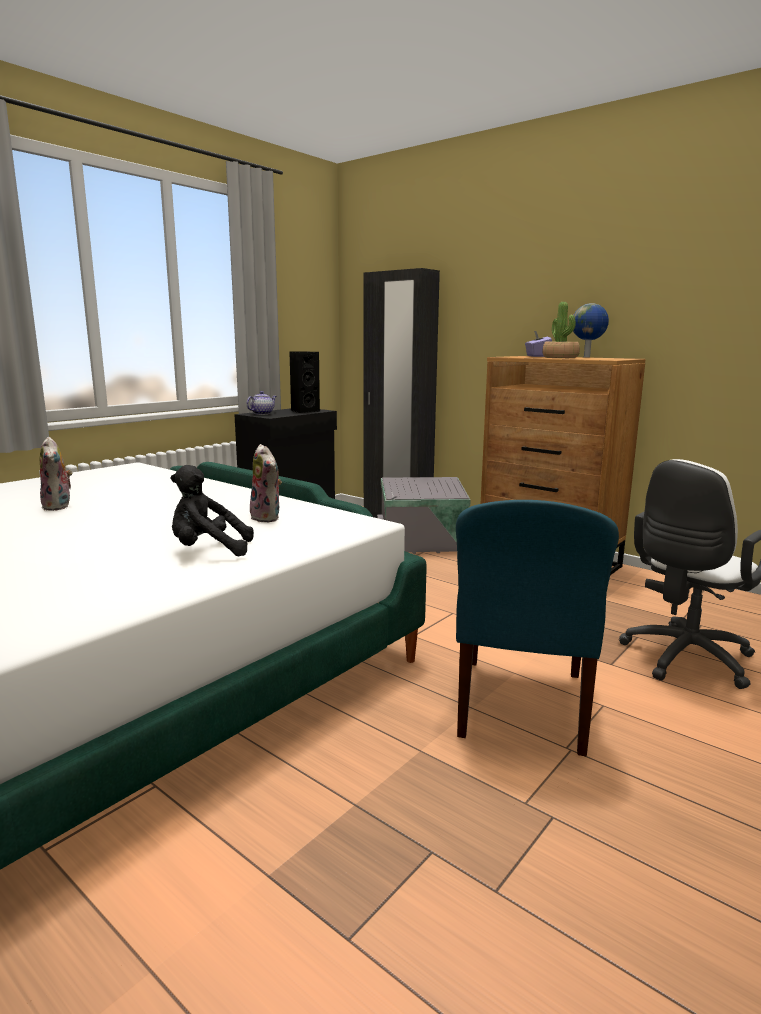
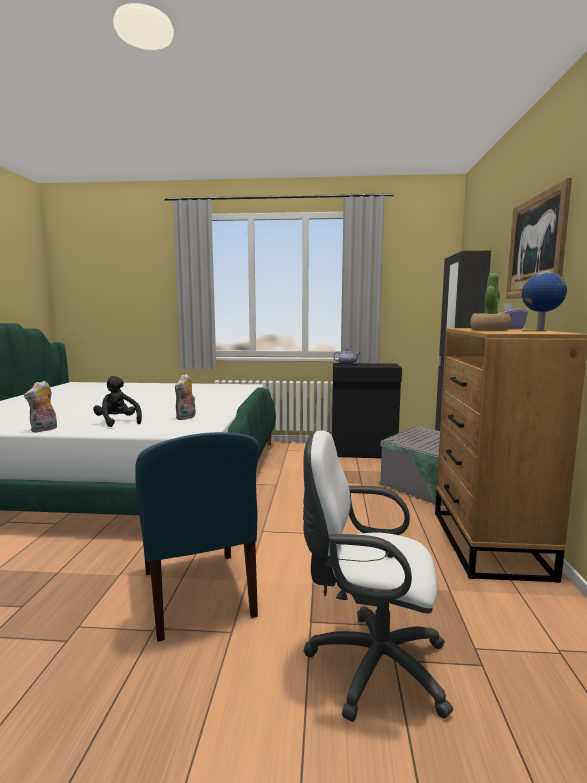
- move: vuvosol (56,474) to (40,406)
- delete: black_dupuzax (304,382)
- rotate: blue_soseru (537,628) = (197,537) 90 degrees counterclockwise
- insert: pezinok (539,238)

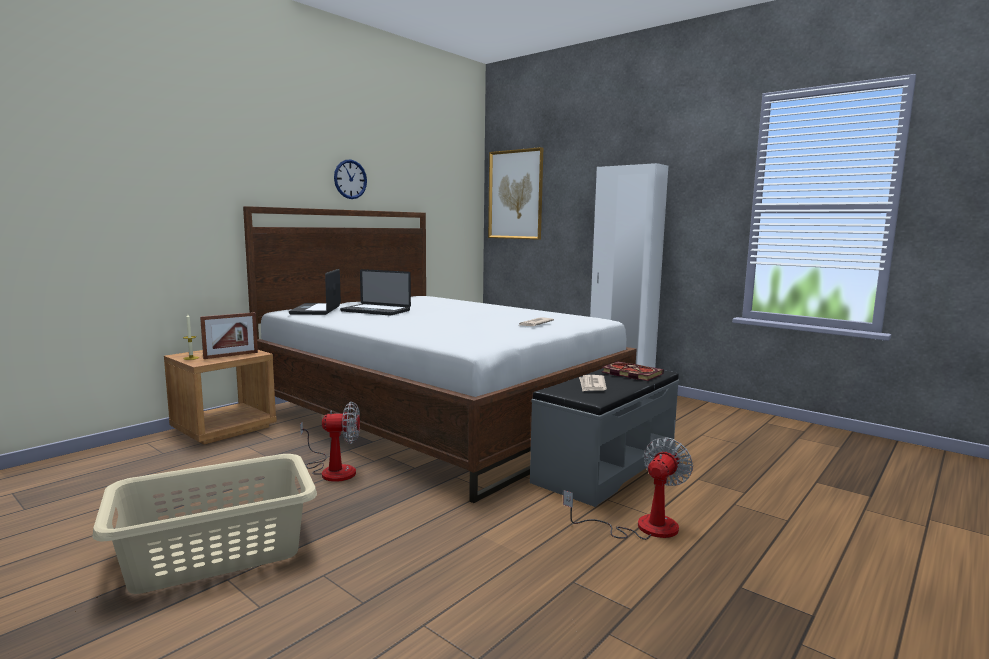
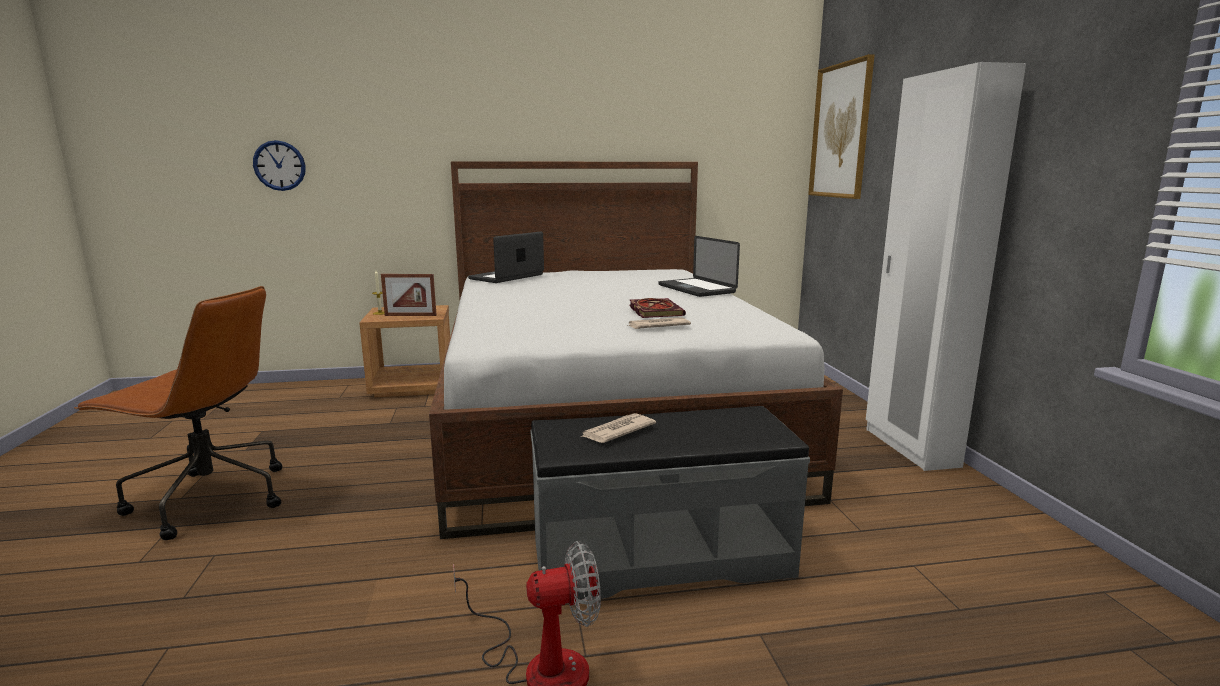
- replace: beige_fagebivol (204,524) to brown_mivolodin (178,413)
- delete: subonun (330,442)
- move: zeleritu (350,179) to (279,165)
- move: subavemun (375,292) to (699,266)
- move: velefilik (633,371) to (657,308)

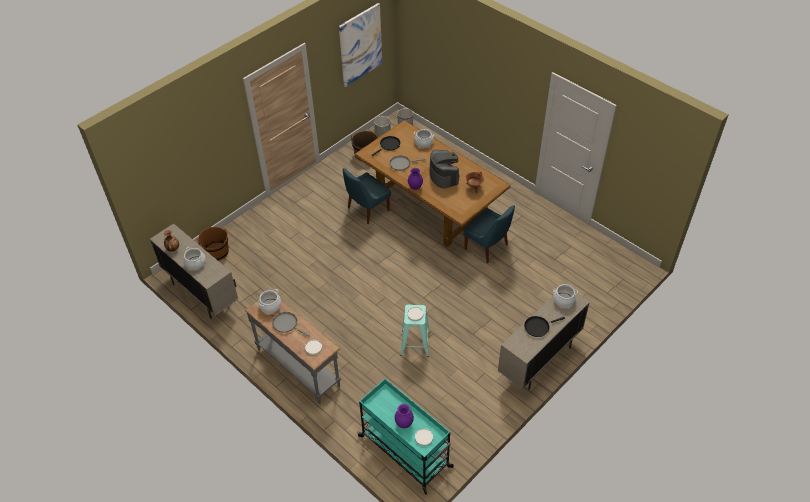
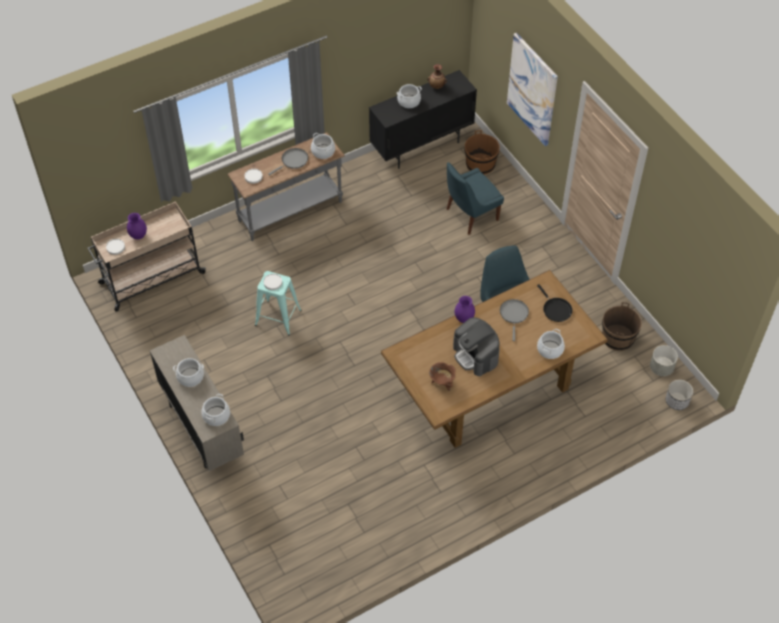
- recolor: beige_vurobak (194,271) to black_vurobak (423,119)
- move: pezinok (360,45) to (532,89)
- recolor: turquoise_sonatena (405,436) to beige_sonatena (147,256)
- rotate: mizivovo (445,168) = (476,346) 60 degrees clockwise
- move: blue_soseru (489,234) to (475,198)
- replace: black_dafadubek (544,326) to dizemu (188,372)

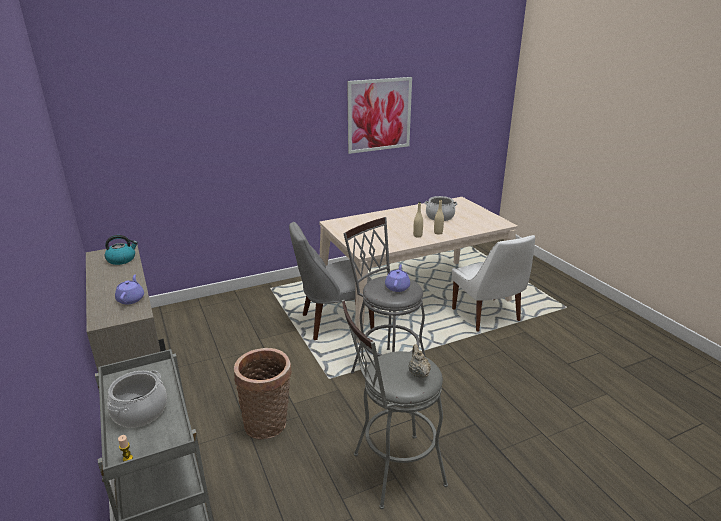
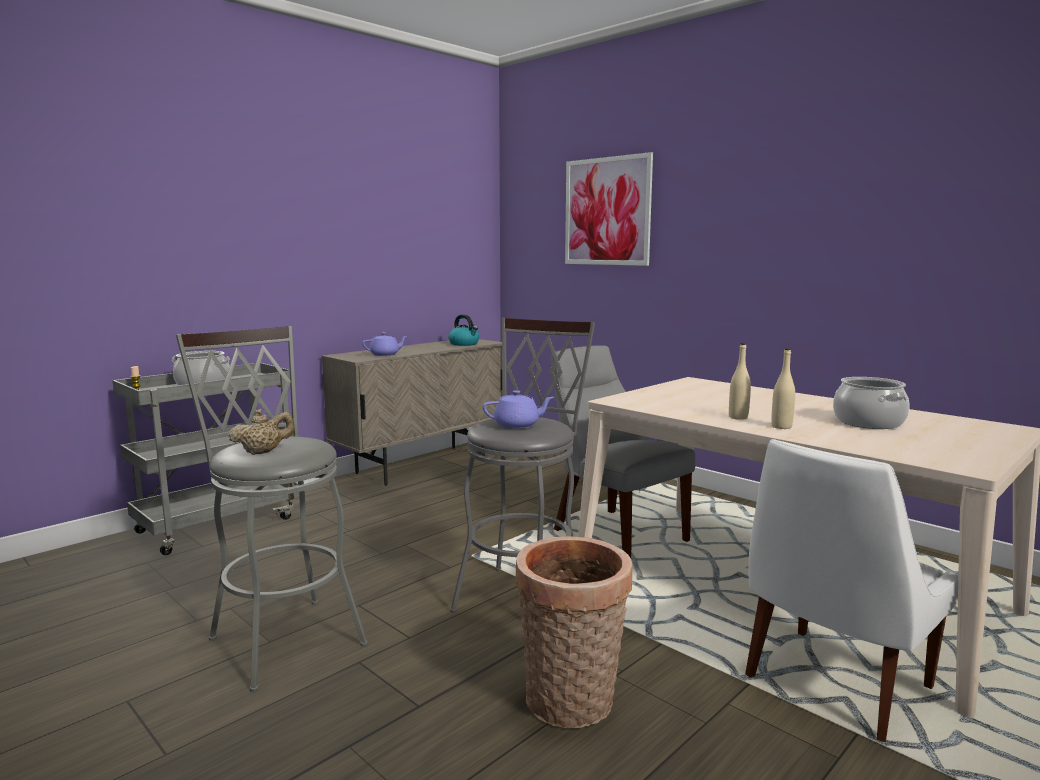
- move: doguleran (263,394) to (574,632)
- move: pezinok (379,115) to (609,209)

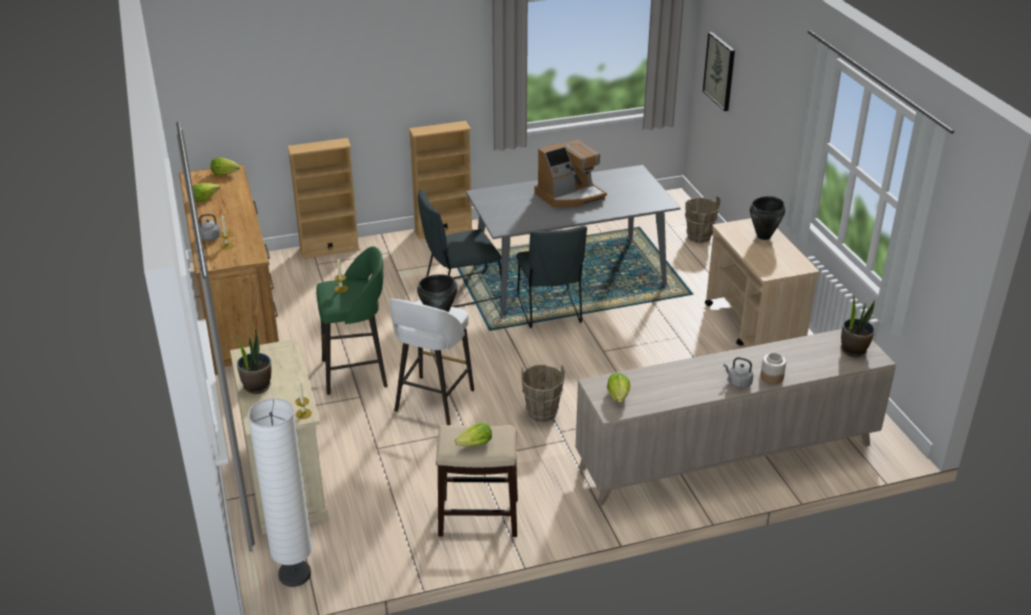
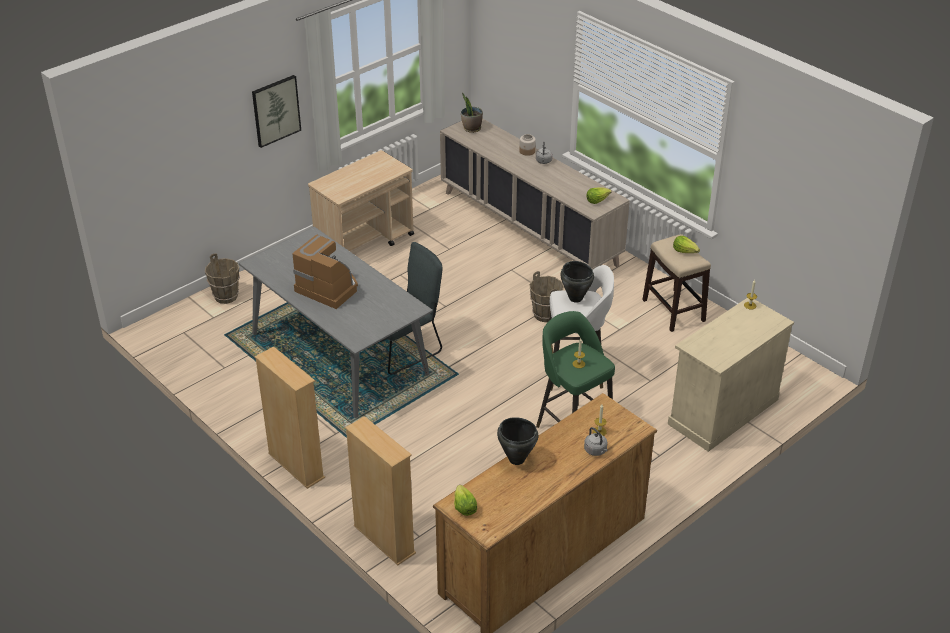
- delete: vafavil (206,192)
- delete: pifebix (252,361)
- delete: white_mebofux (280,492)
- delete: grey_soseru (459,248)
- move: pezinok (719,71) to (276,111)
- move: black_dizemu (767,218) to (517,441)

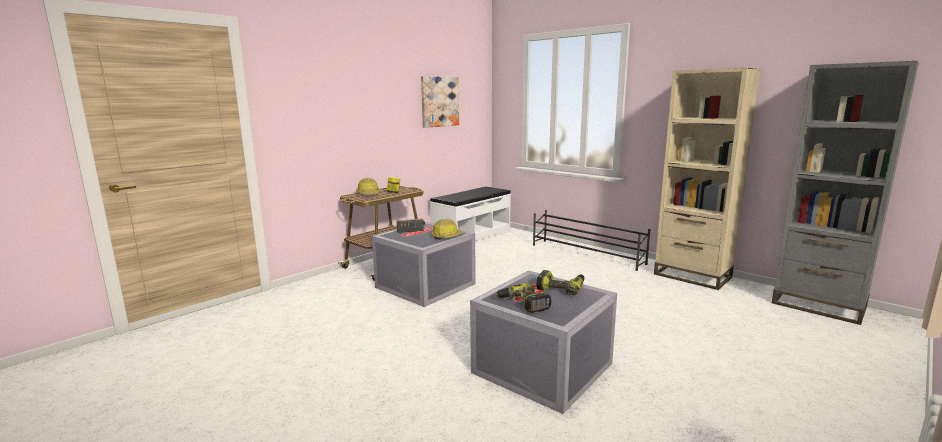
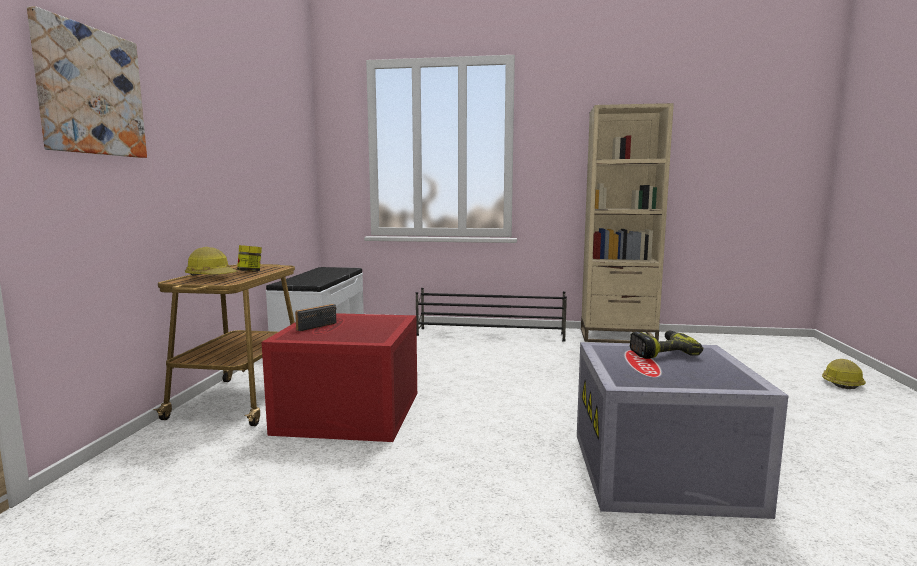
- recolor: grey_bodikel (424,264) to red_bodikel (339,377)
- move: pezinok (440,102) to (87,82)
- move: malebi (448,229) to (844,374)
- delete: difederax (523,298)
- delete: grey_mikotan (845,193)

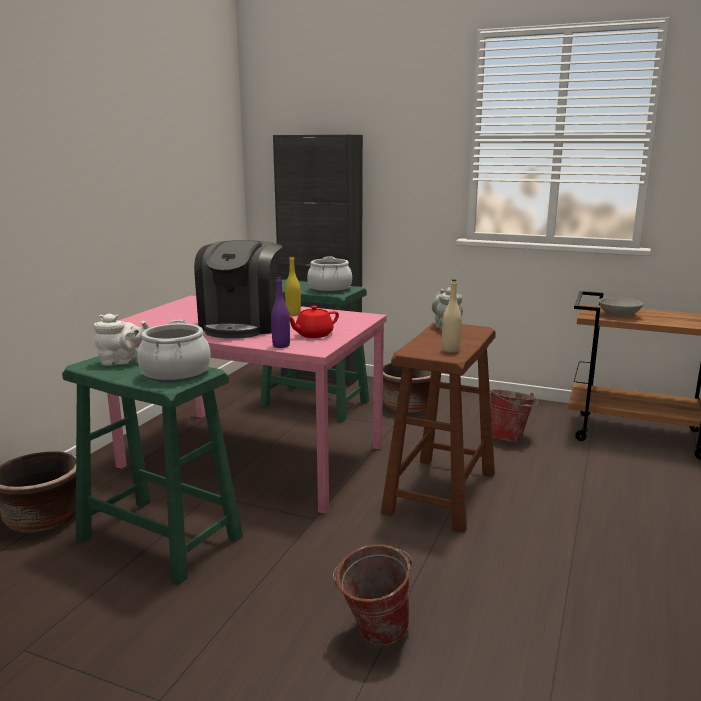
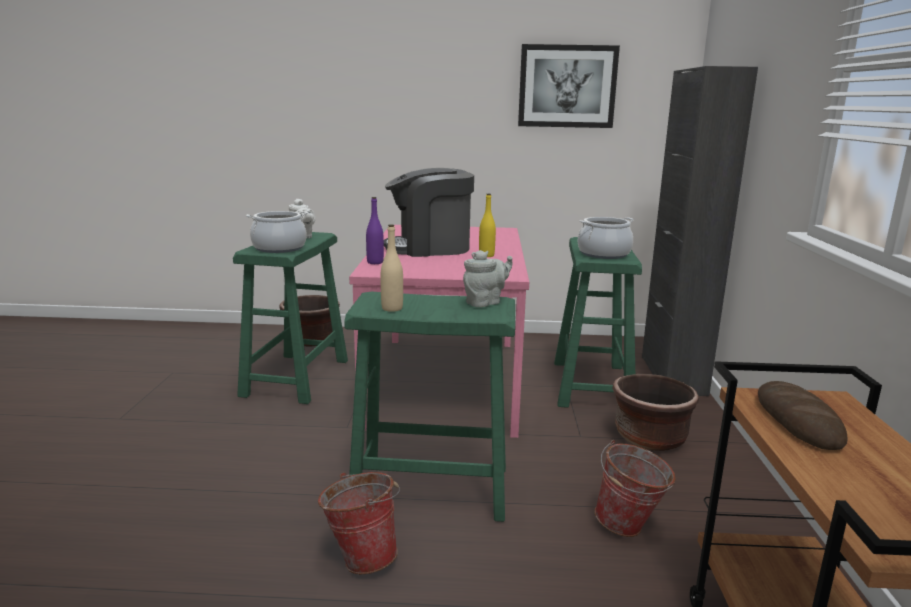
- delete: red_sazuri (314,322)
- move: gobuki (372,595) to (359,523)
- recolor: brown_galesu (438,427) to green_galesu (429,406)
- replace: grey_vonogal (621,307) to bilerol (802,415)
- insert: pezinok (569,86)

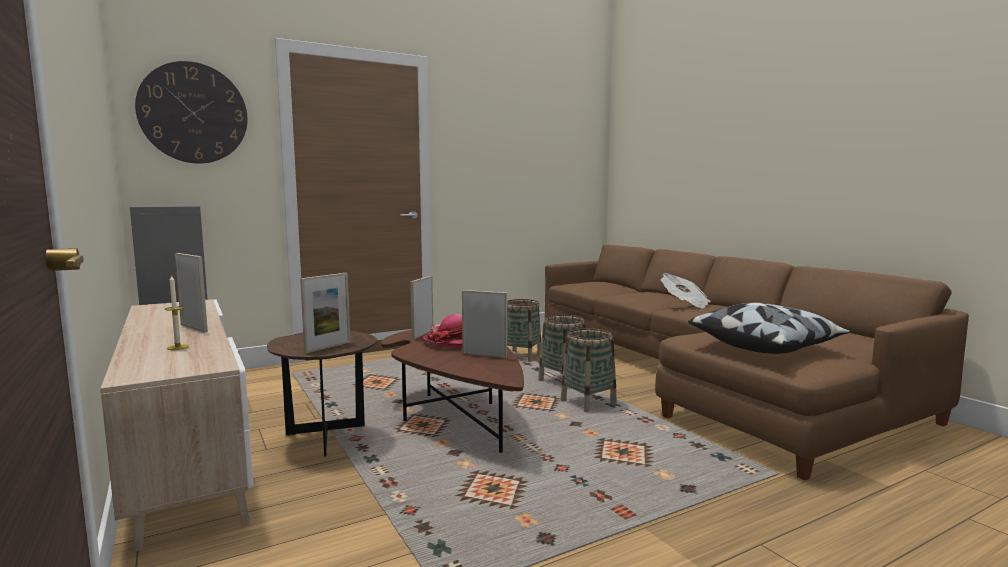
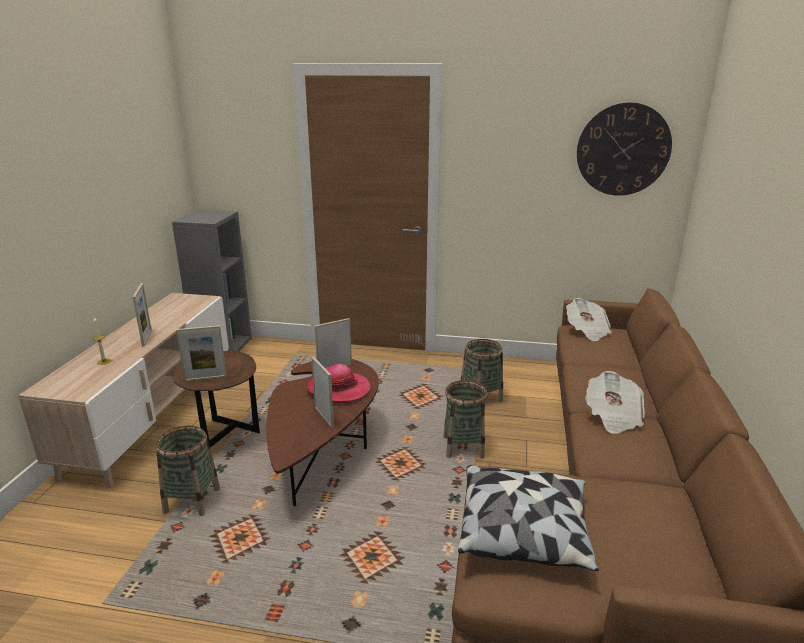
- move: zeleritu (191,112) to (624,149)
- move: doguleran (589,370) to (188,470)
- insert: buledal (589,319)

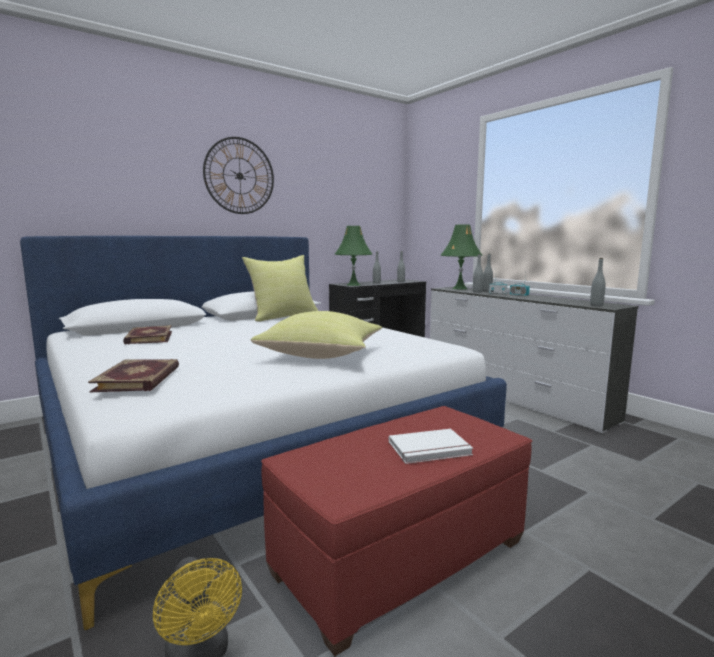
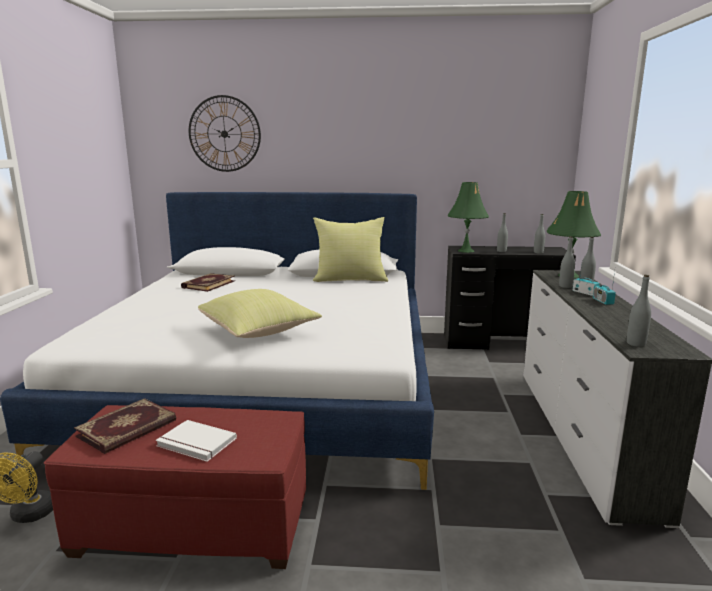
- move: velefilik (133,376) to (125,426)
- move: zeleritu (238,175) to (225,133)

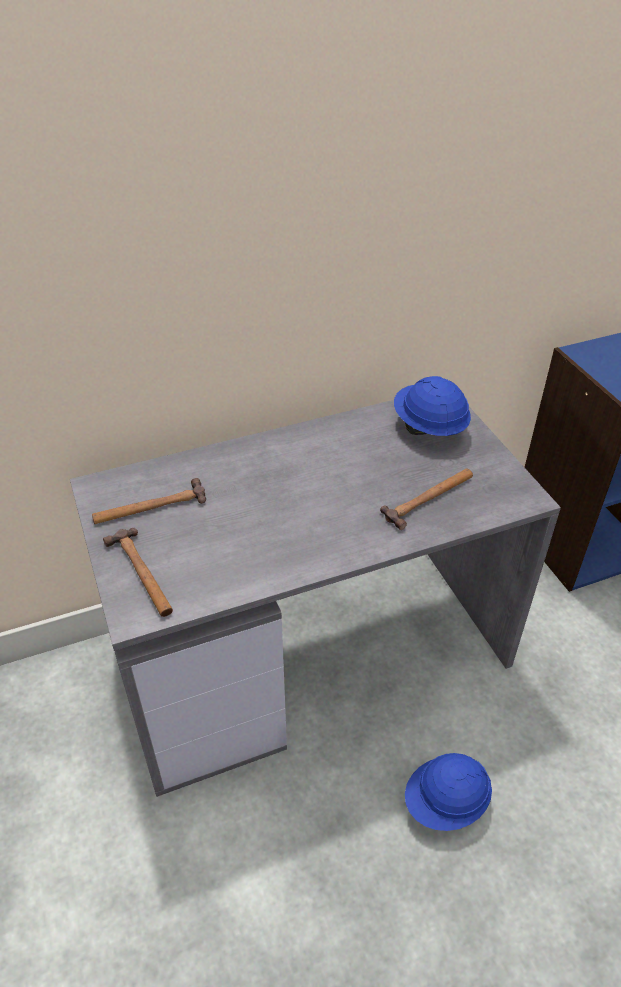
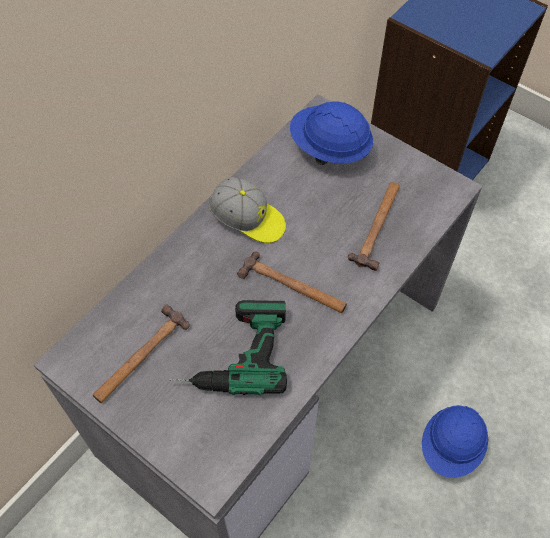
- move: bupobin (138,572) to (292,282)
- insert: difederax (228,348)
- insert: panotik (247,210)

